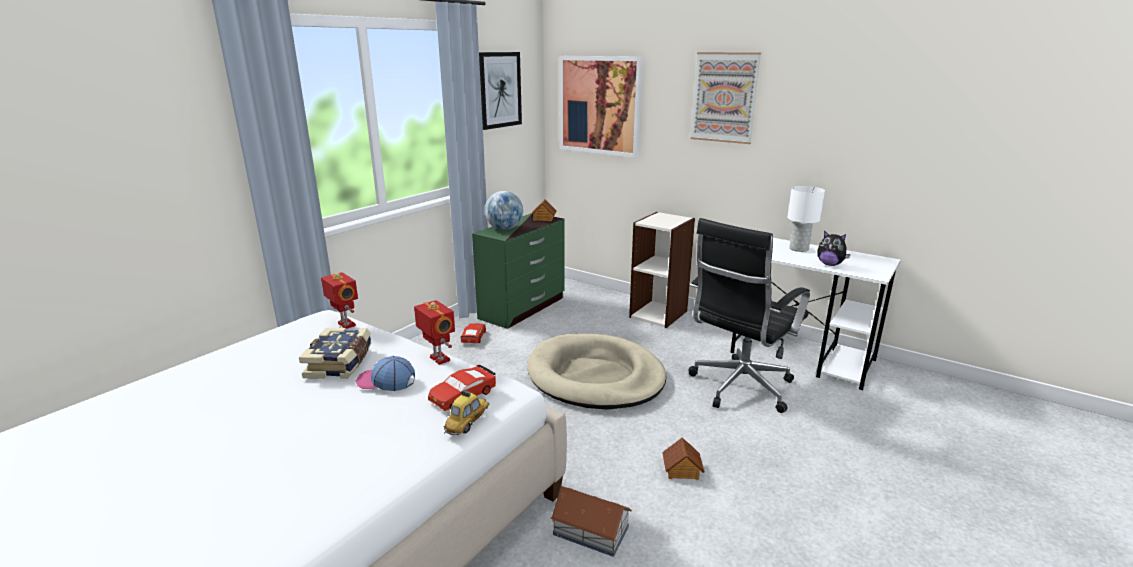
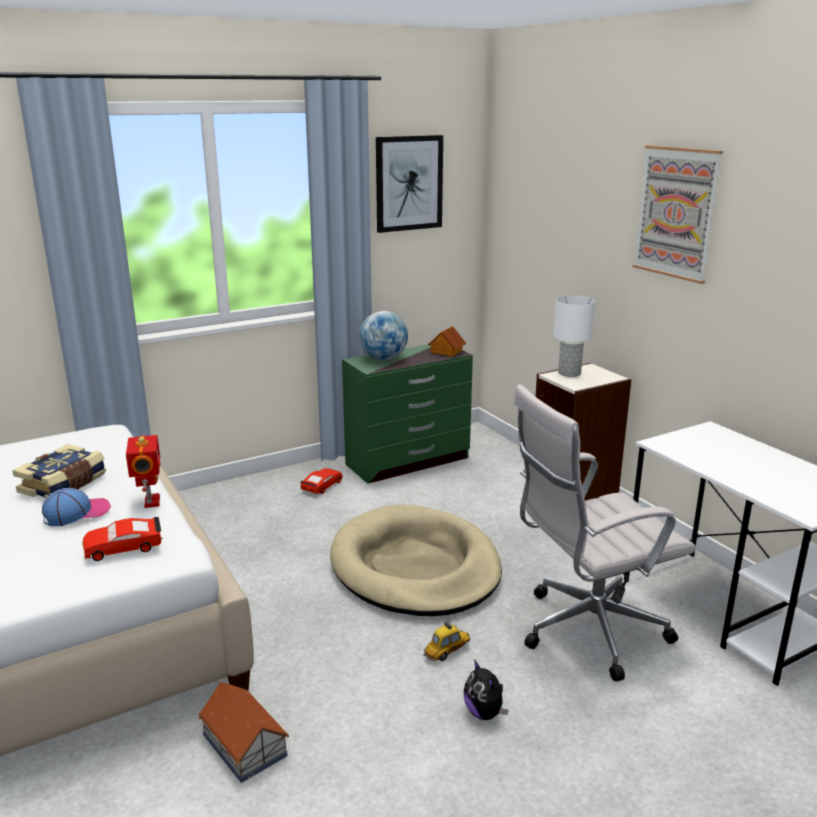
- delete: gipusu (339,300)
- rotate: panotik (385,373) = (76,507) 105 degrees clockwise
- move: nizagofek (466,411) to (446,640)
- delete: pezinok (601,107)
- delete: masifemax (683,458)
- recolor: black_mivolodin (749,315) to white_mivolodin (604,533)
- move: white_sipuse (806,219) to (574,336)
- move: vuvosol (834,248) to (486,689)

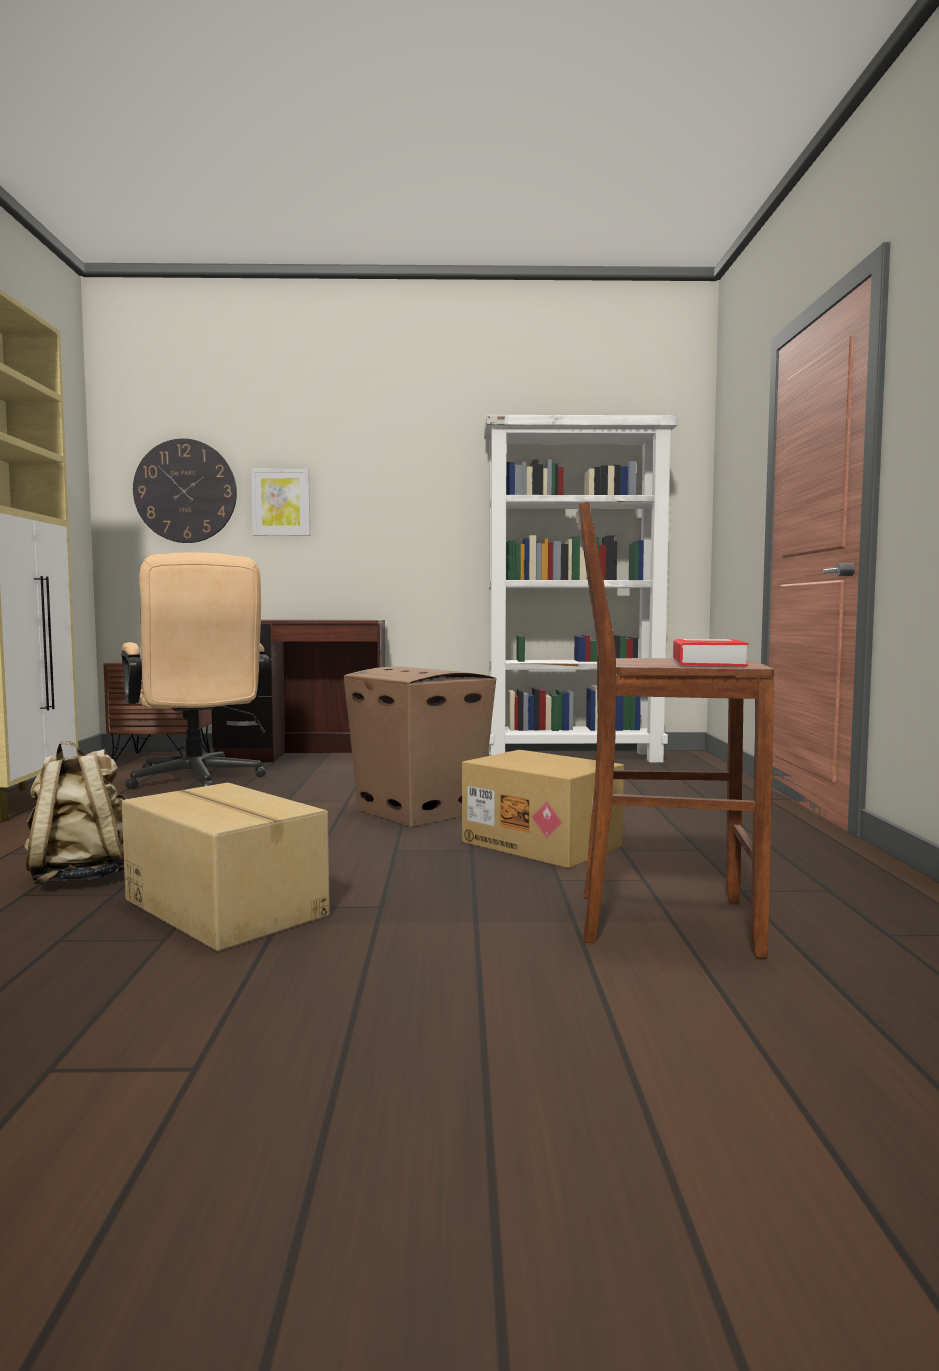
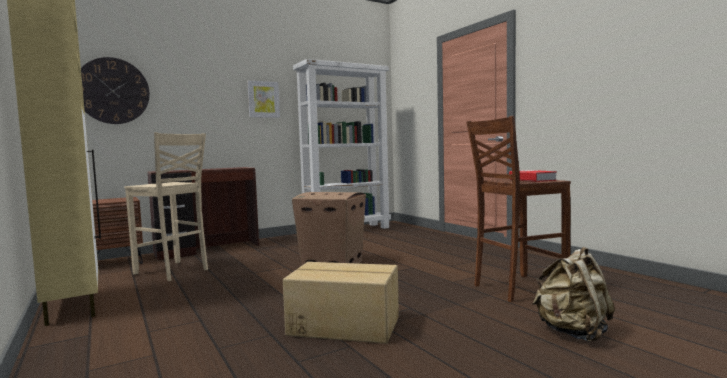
- move: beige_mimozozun (75,813) to (573,294)
- replace: beige_mivolodin (195,670) to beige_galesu (166,206)
- move: pezinok (280,502) to (263,99)
- delete: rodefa (543,809)

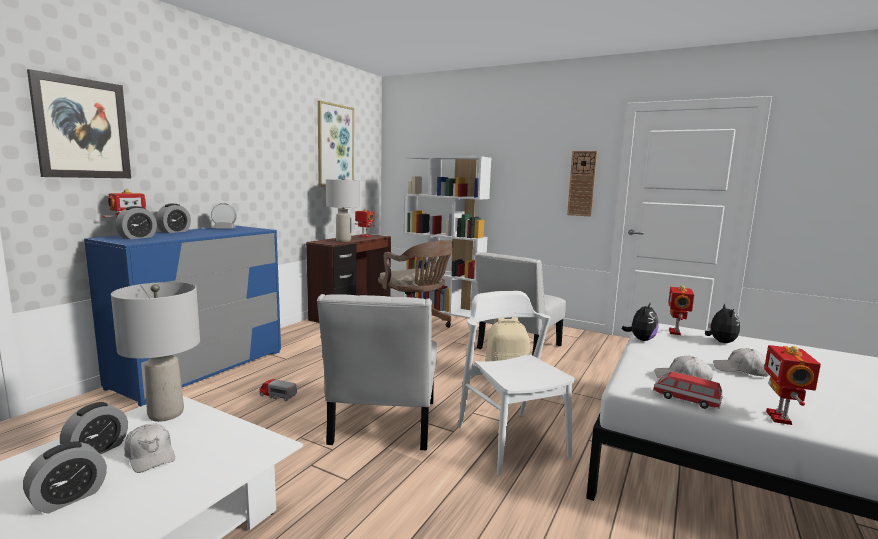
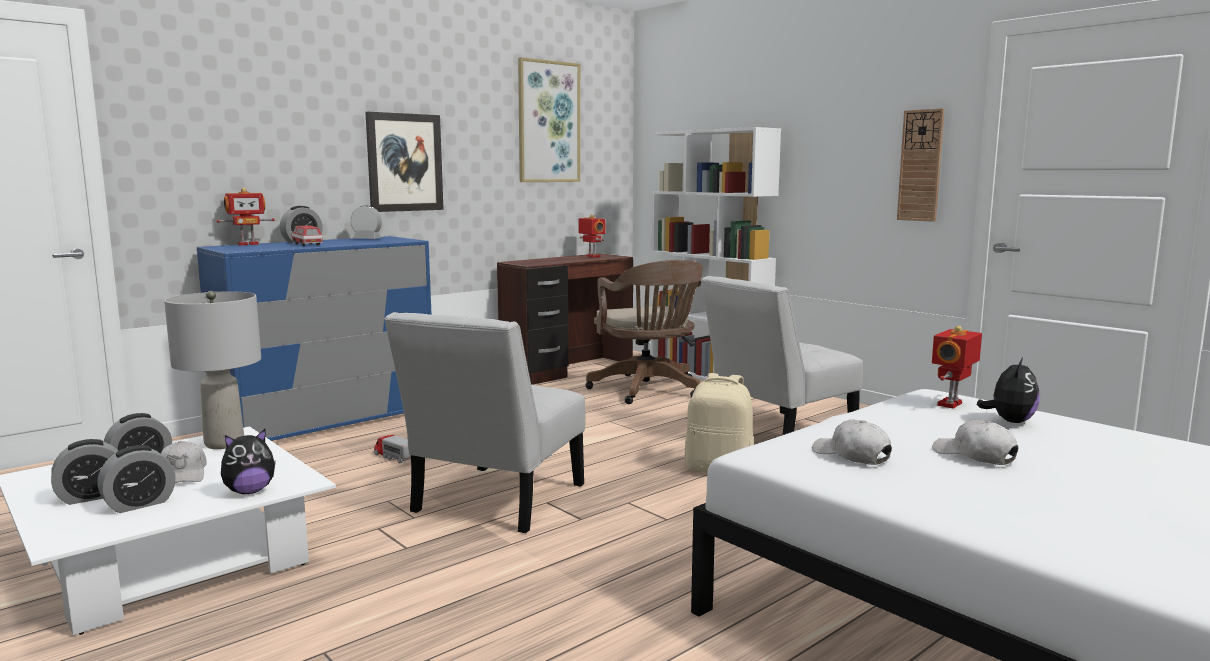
- move: pezinok (79,123) to (404,162)
- move: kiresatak (136,222) to (136,479)
- delete: grey_sipuse (343,209)
- delete: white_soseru (516,383)
- move: vuvosol (640,322) to (248,461)
- move: nizagofek (688,390) to (307,235)
- delete: gipusu (792,385)

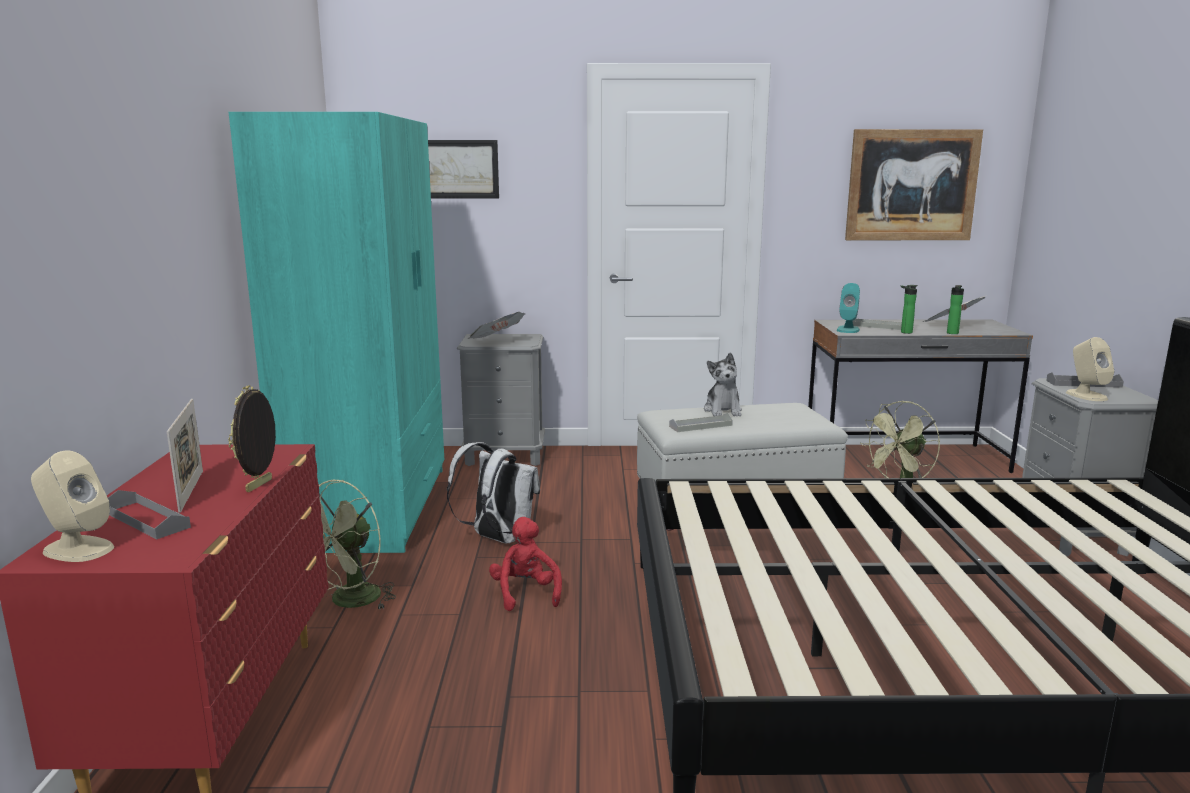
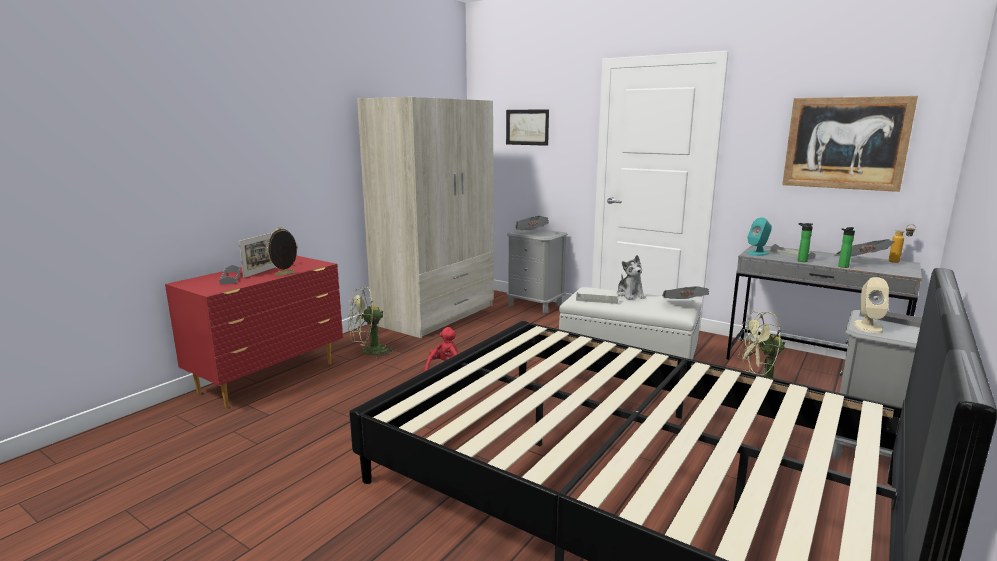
- delete: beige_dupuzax (72,506)
- recolor: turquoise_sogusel (336,332) to beige_sogusel (425,217)
- delete: white_mimozozun (493,492)
- rotate: vuvosol (723,384) = (631,277) 45 degrees counterclockwise
- insert: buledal (685,292)
- insert: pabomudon (902,243)

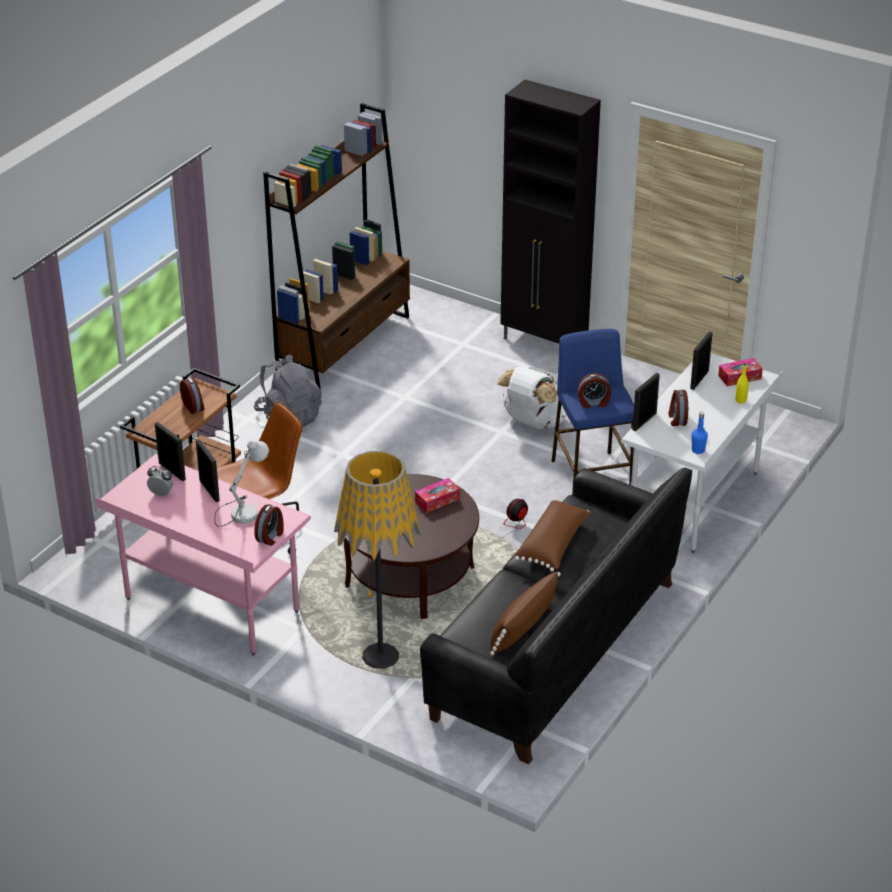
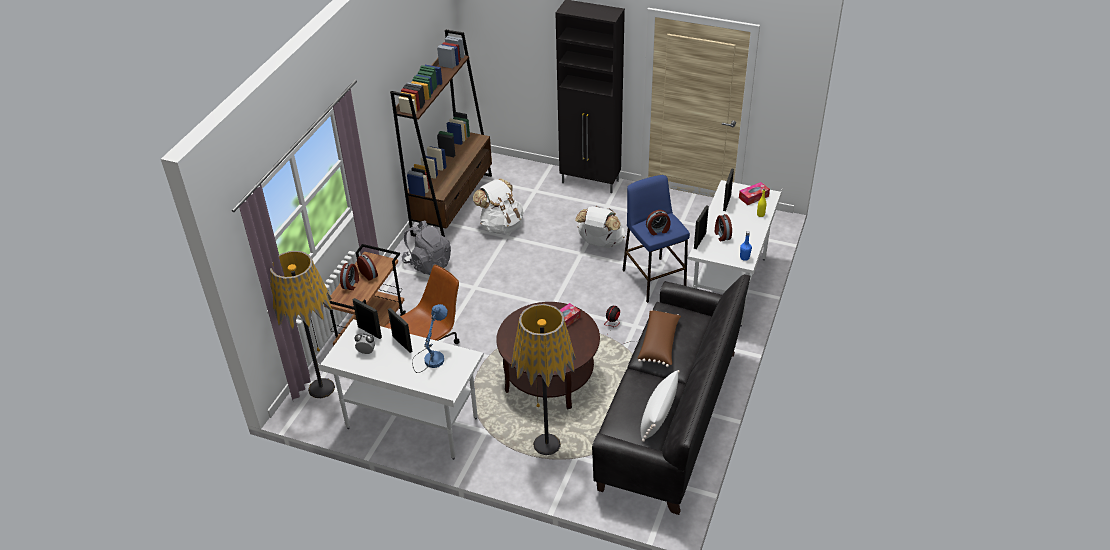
- recolor: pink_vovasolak (203,555) to white_vovasolak (401,389)
- recolor: white_sipuse (241,483) to blue_sipuse (430,338)
- move: kiresatak (269,525) to (349,276)
- recolor: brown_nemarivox (525,613) to white_nemarivox (660,406)
- insert: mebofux (302,324)
- insert: white_mimozozun (498,206)

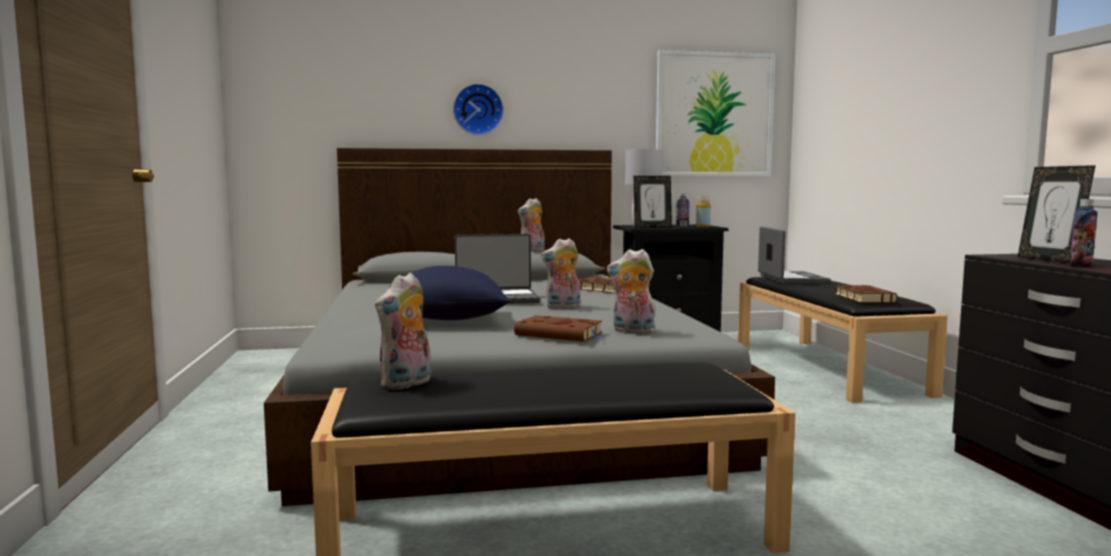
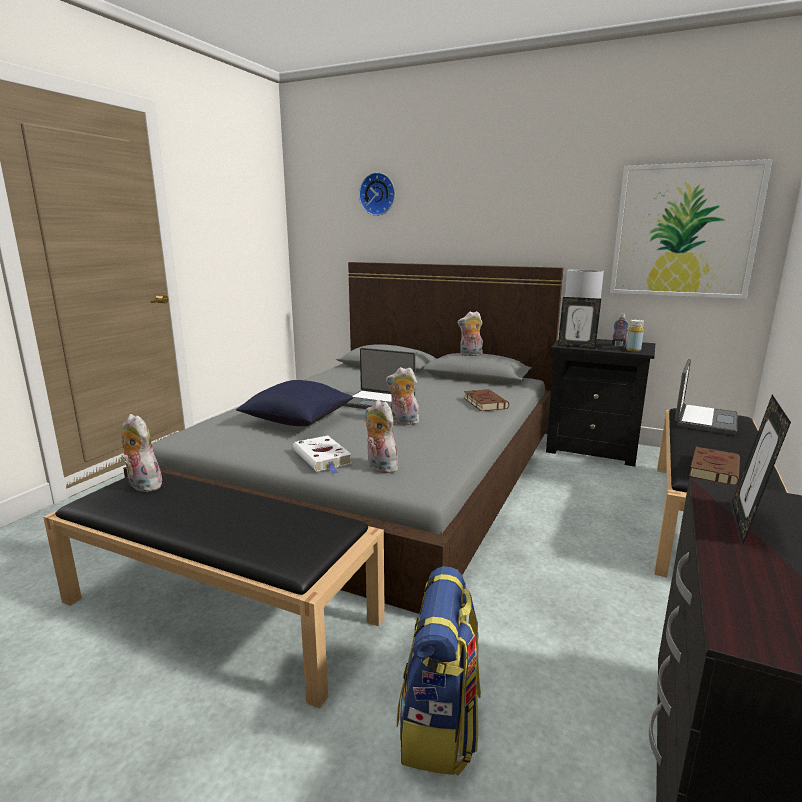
- rotate: vuvosol (403,331) = (141,453) 60 degrees clockwise
- move: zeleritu (478,109) to (377,194)
- recolor: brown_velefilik (560,328) to white_velefilik (322,455)
- delete: pabomudon (1083,233)
- insert: mimozozun (439,671)

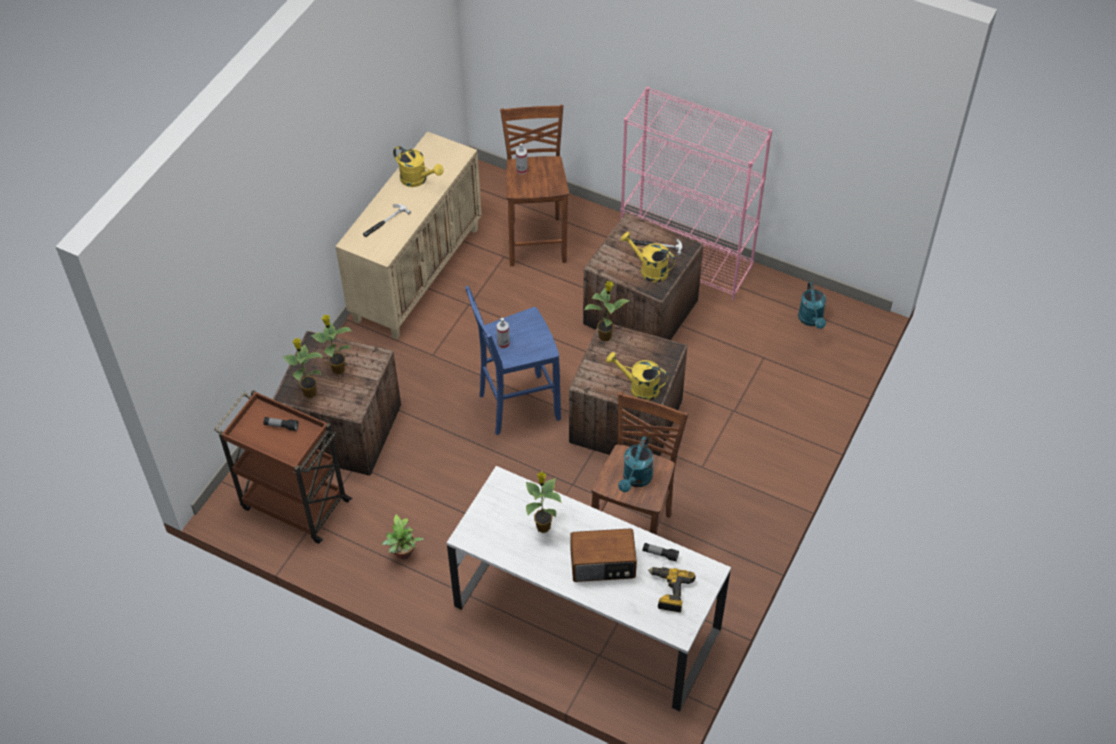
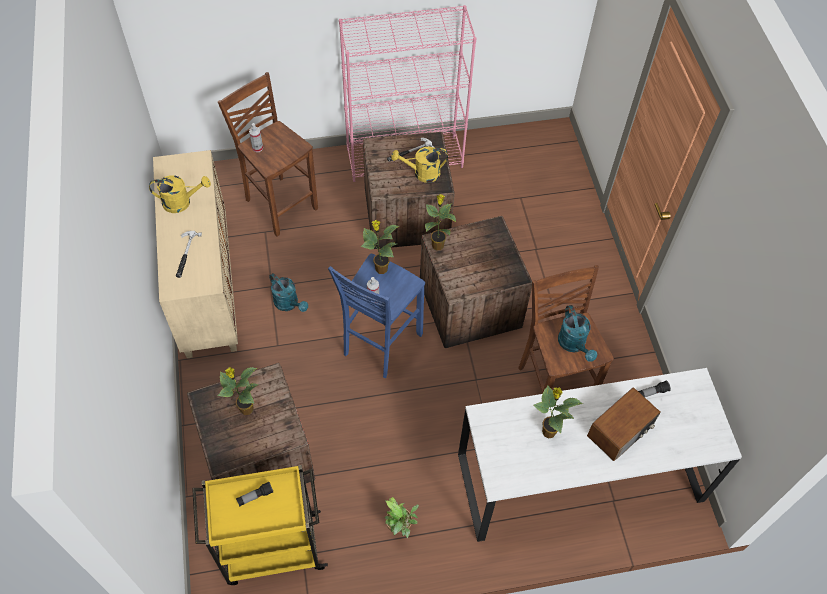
- recolor: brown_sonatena (283,467) to yellow_sonatena (260,525)
- move: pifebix (303,368) to (380,247)
- delete: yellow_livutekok (637,376)
- delete: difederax (672,590)
- move: turquoise_livutekok (812,305) to (288,292)

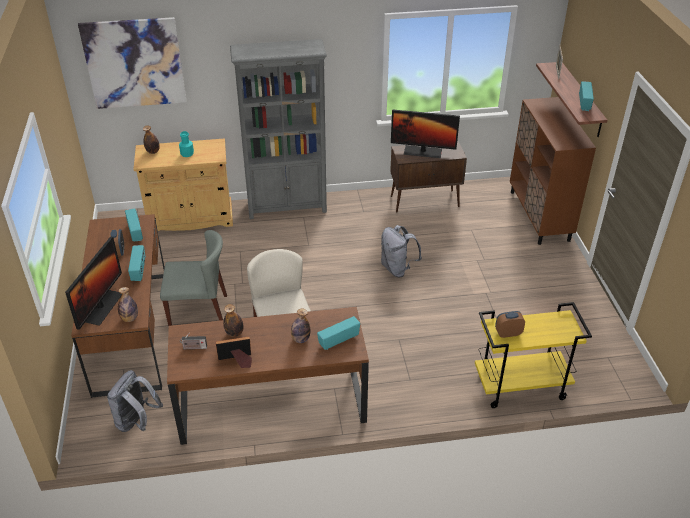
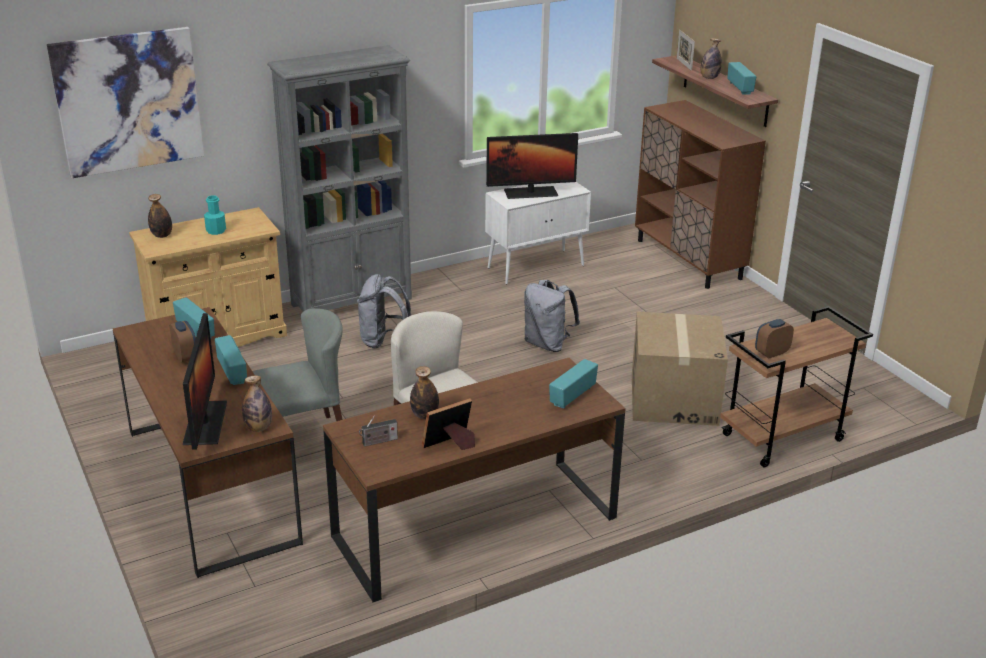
- move: grey_mimozozun (135,401) to (384,311)
- move: pabomudon (300,326) to (711,58)
- recolor: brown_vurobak (428,177) to white_vurobak (538,233)
- recolor: yellow_sonatena (533,355) to brown_sonatena (796,386)
- insert: rodefa (680,369)

